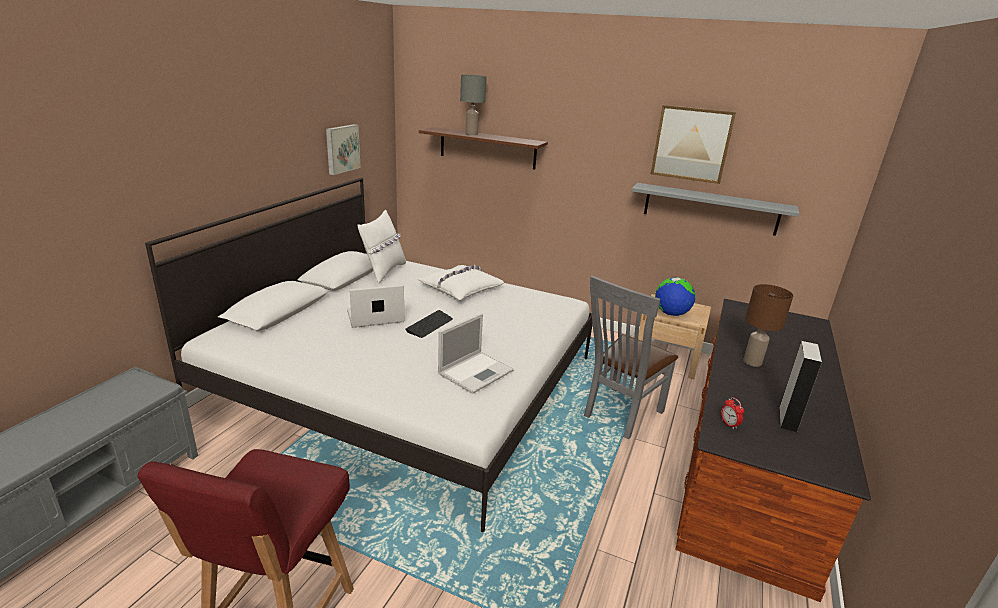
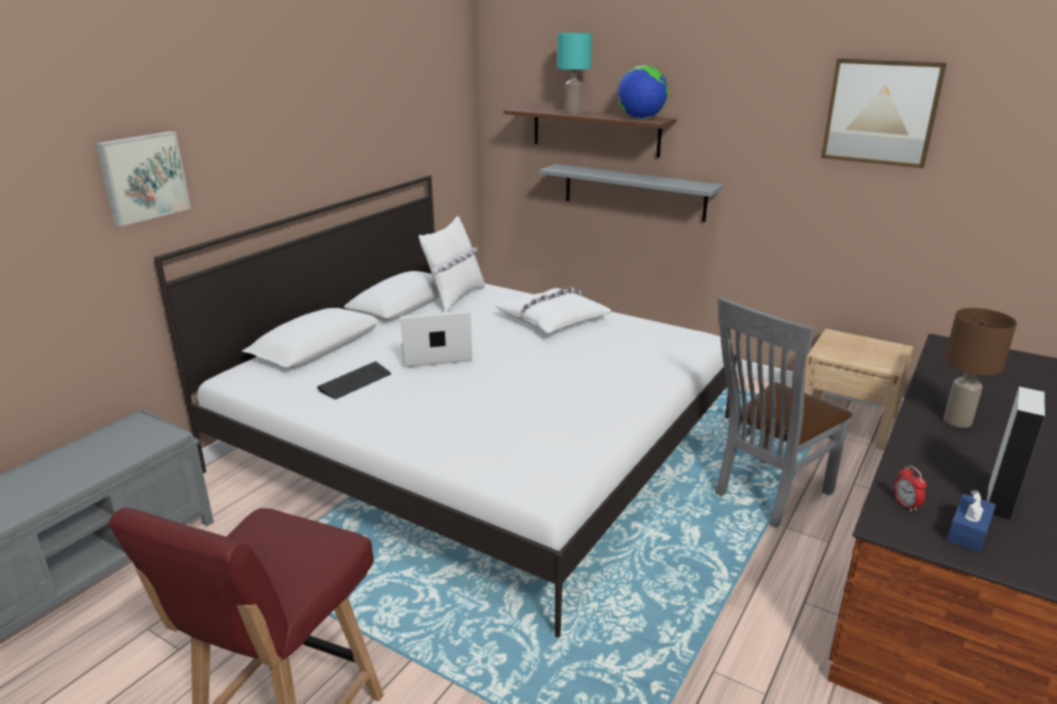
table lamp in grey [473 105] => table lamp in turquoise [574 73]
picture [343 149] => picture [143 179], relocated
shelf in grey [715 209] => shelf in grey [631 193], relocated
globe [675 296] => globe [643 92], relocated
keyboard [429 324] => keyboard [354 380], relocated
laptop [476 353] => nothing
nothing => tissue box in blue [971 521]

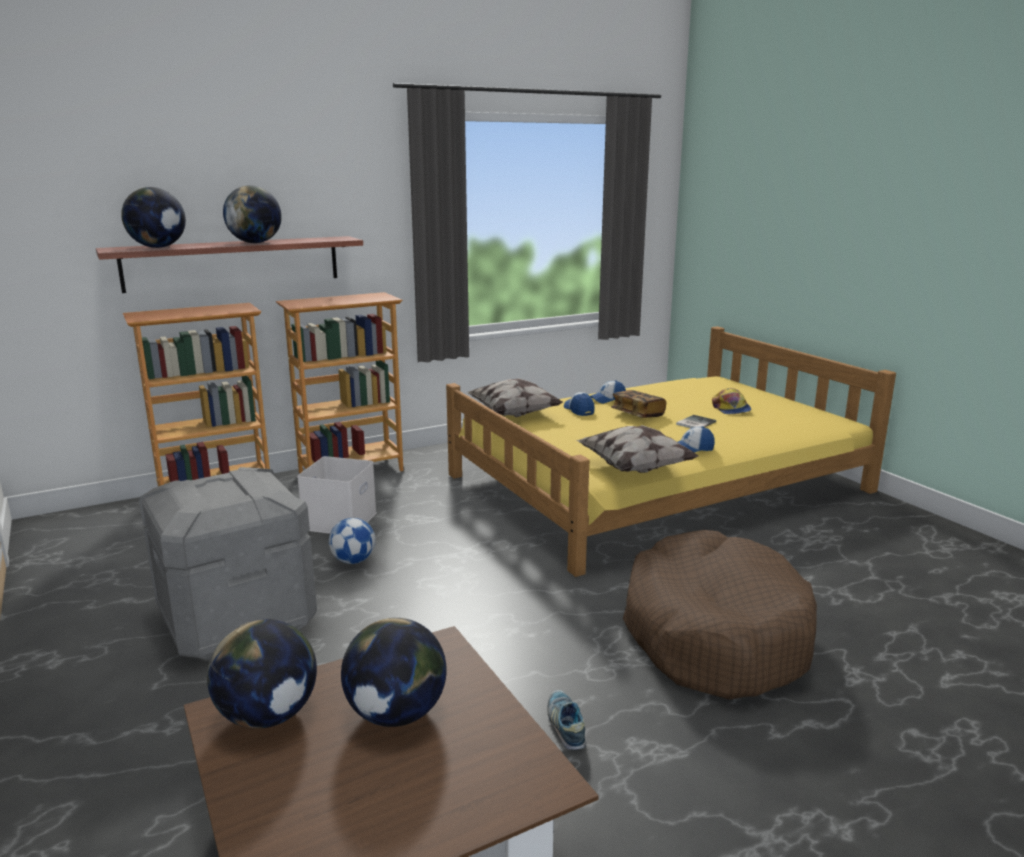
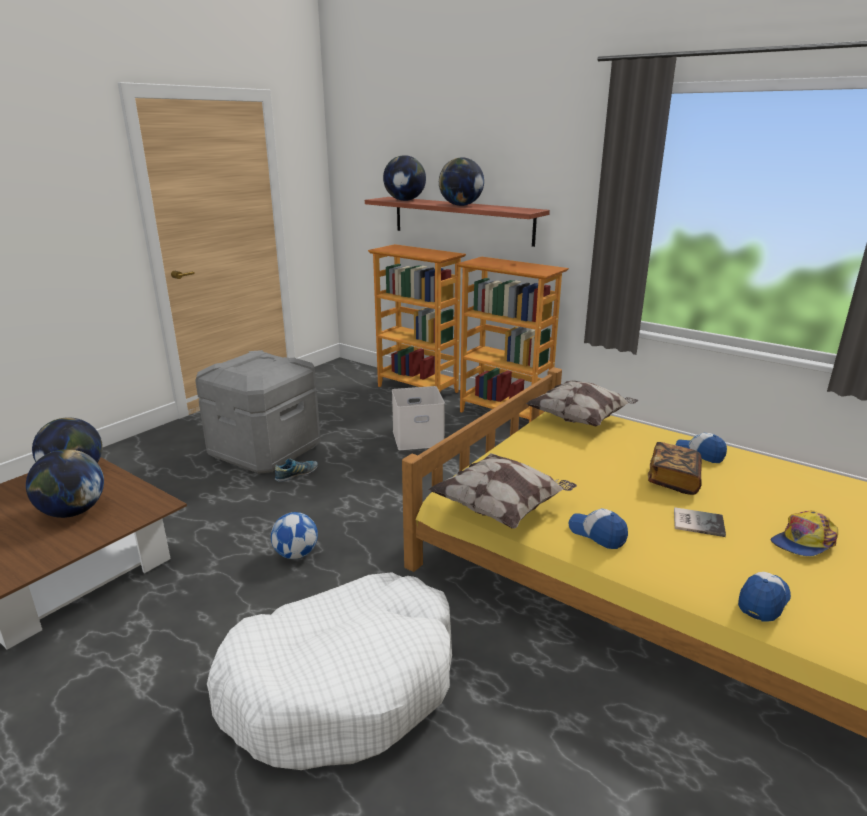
cap [579 404] => cap [764 597], relocated
football [352 541] => football [294 535], relocated
dog bed in brown [720 615] => dog bed in white [329 671]
shoe [566 720] => shoe [296 470], relocated

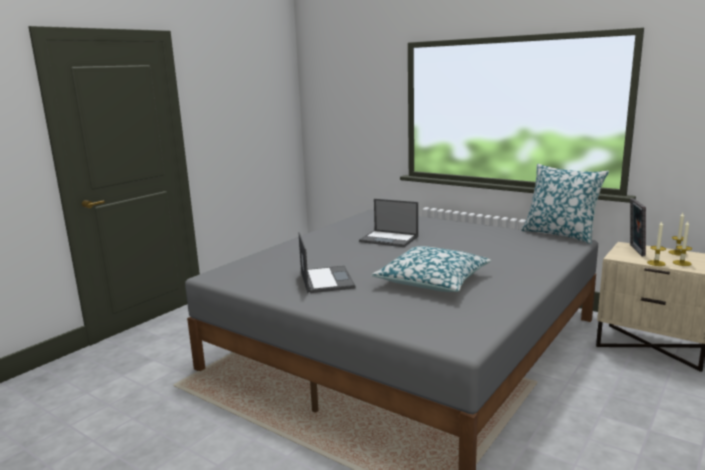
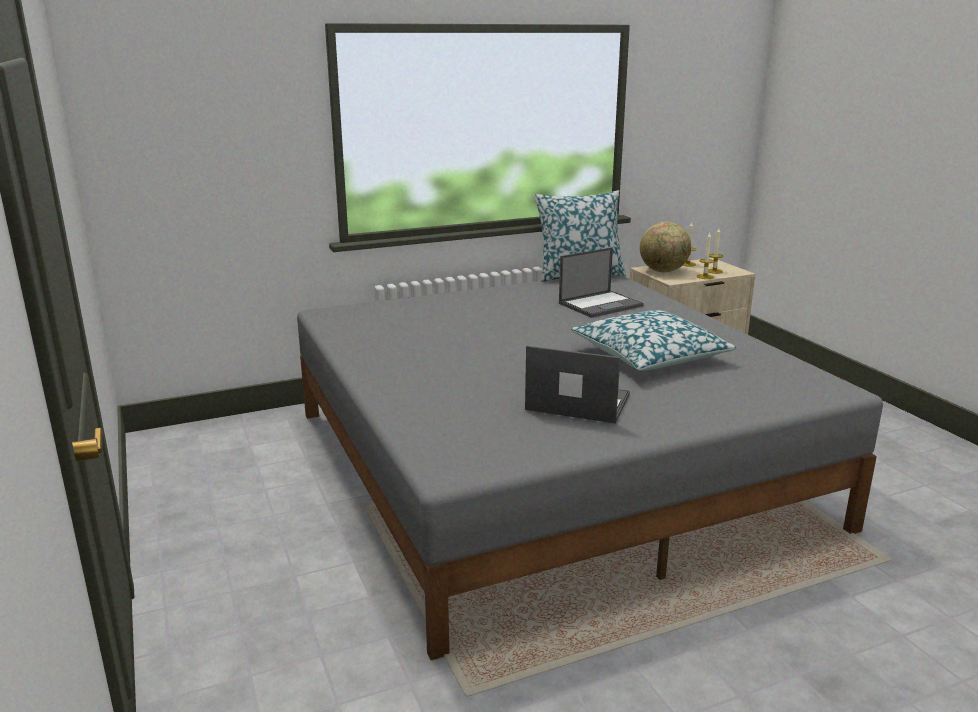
picture frame [638 227] => globe [665 247]
laptop [388 223] => laptop [601 282], relocated

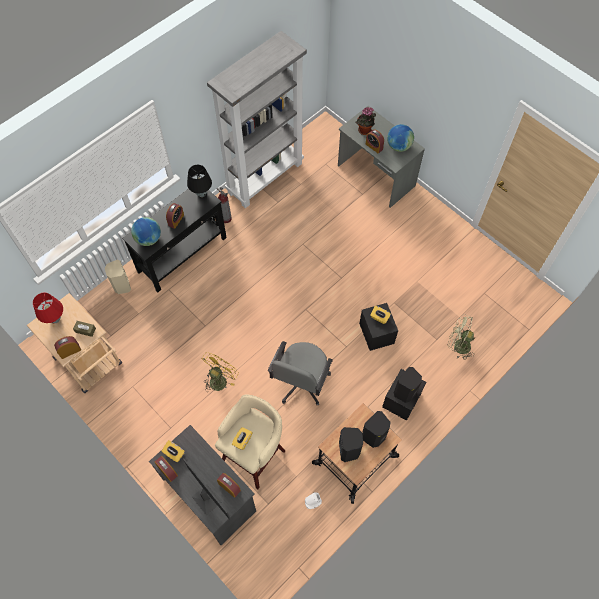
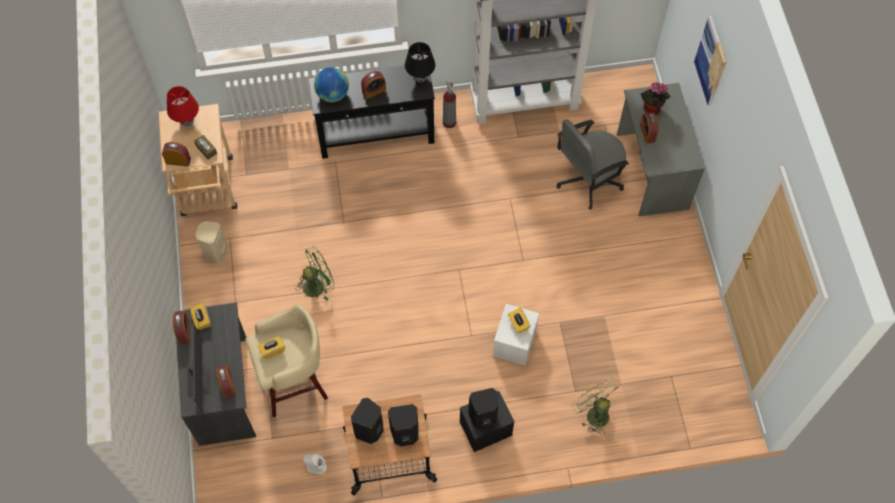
globe [400 138] => nothing
speaker in beige [118 277] => speaker in beige [211 242], relocated
storage box in black [378 327] => storage box in white [516 334]
office chair in grey [300 373] => office chair in grey [593 165], relocated
fan in yellow [220 372] => fan in green [315 274]
nothing => picture [710 61]

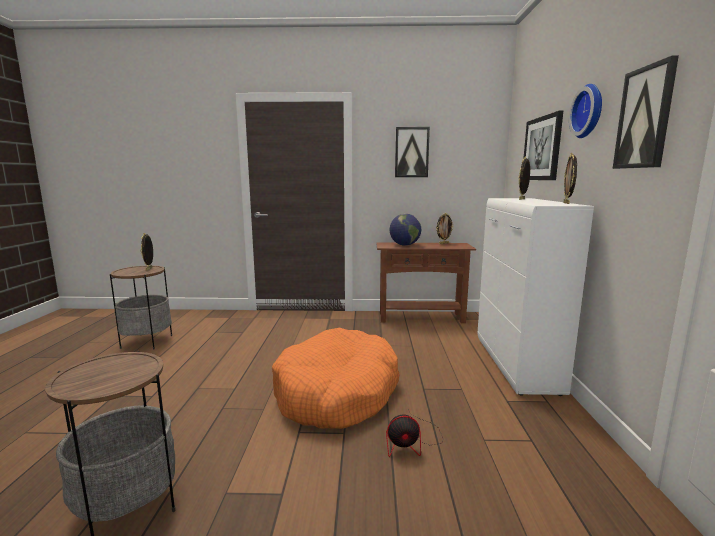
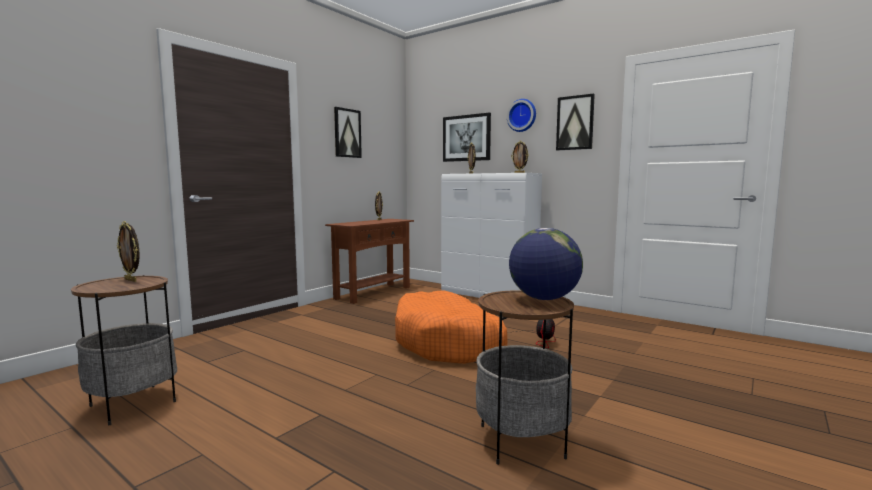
globe [405 230] => globe [546 264], relocated

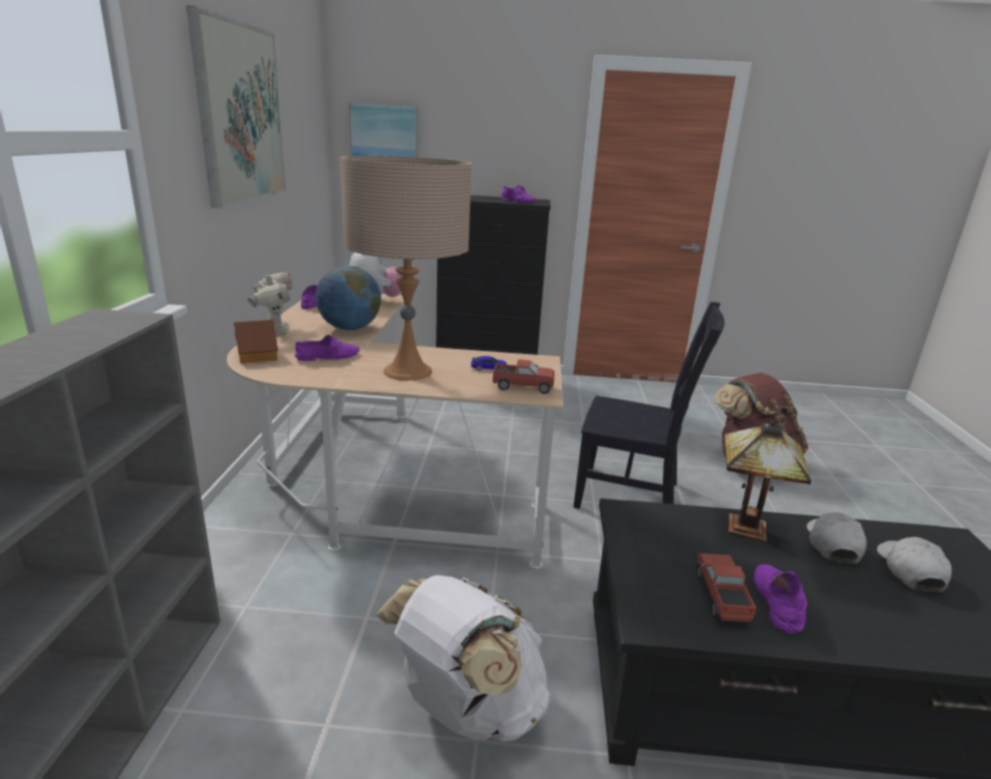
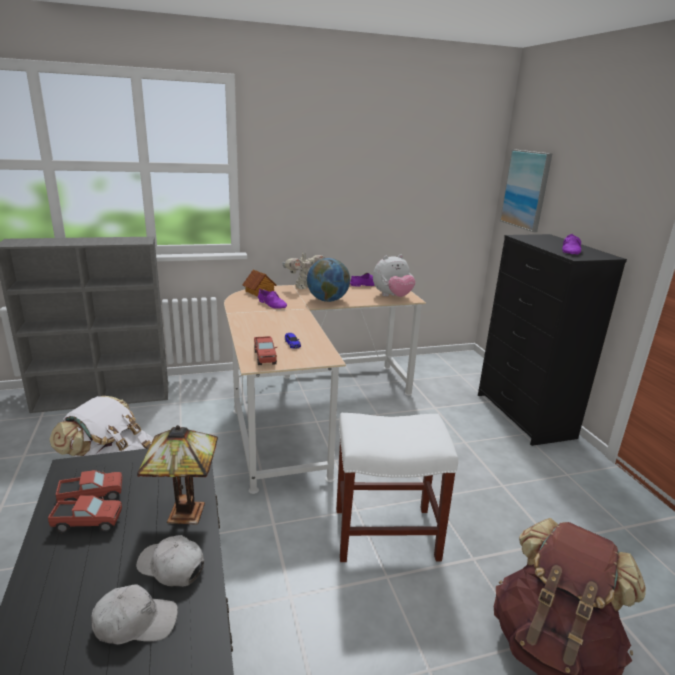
picture [236 106] => nothing
table lamp in beige [405 268] => nothing
chair in black [649 405] => stool in white [397 487]
cap in white [837 538] => cap in white [170 561], 150 degrees counterclockwise
shoe in purple [780 599] => toy truck [85 514]

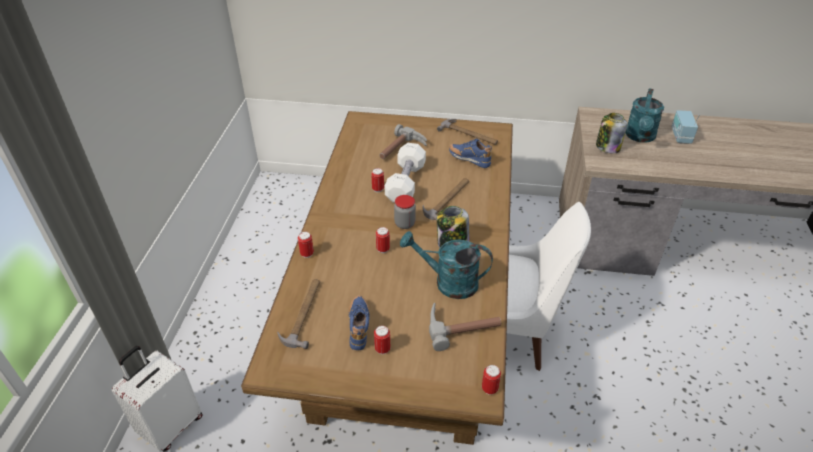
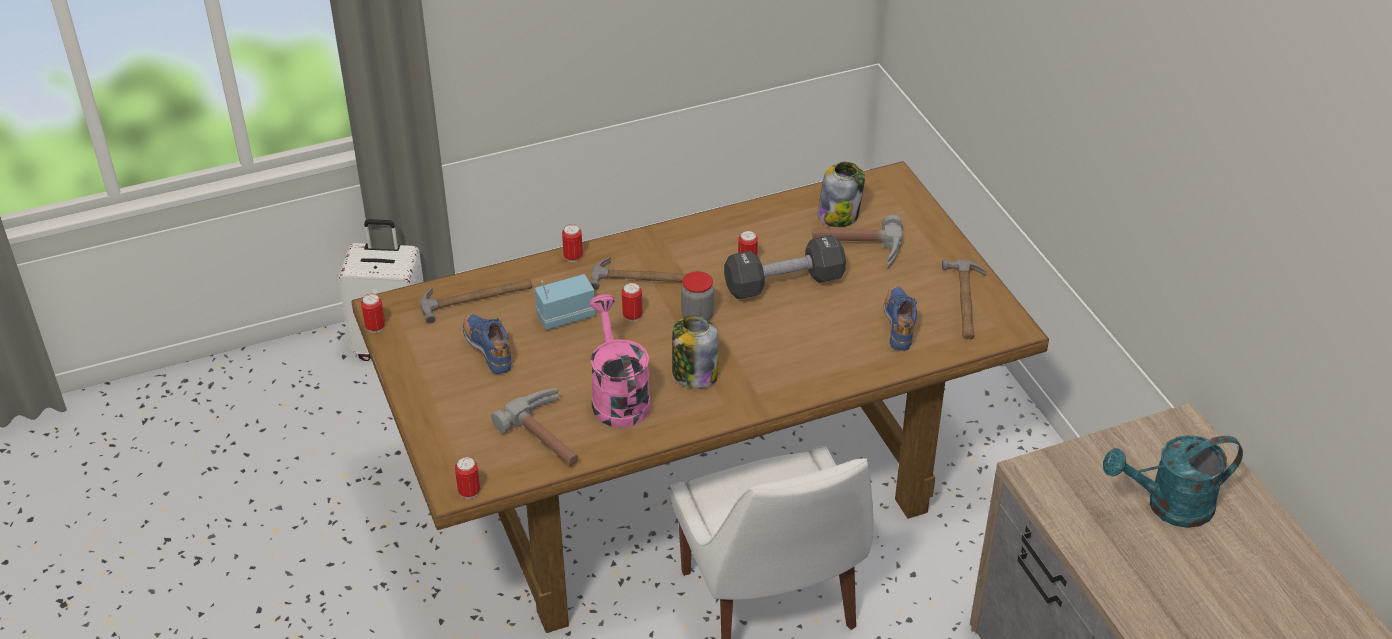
radio [685 127] => radio [565 302], relocated
jar [611 133] => jar [841 194], relocated
dumbbell in white [405 173] => dumbbell in black [785 267]
hammer [446 199] => hammer [638 273], relocated
watering can in turquoise [446 265] => watering can in pink [620 361]
shoe in blue [359 323] => shoe in blue [487 344], 90 degrees counterclockwise
can [382 339] => can [373 313], relocated

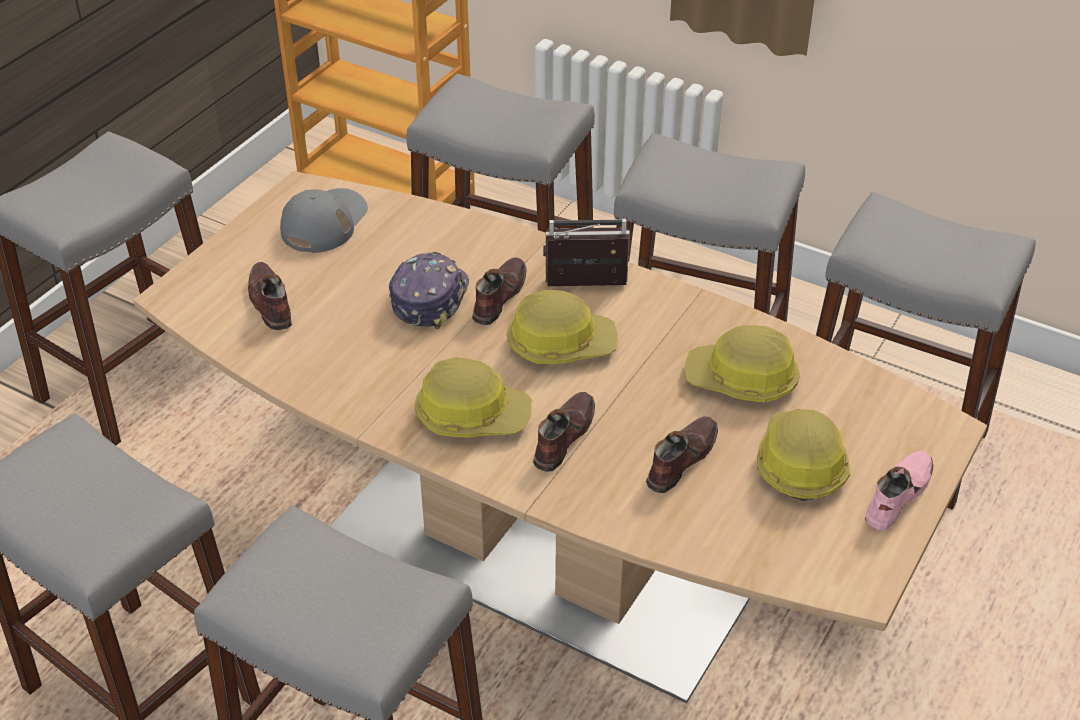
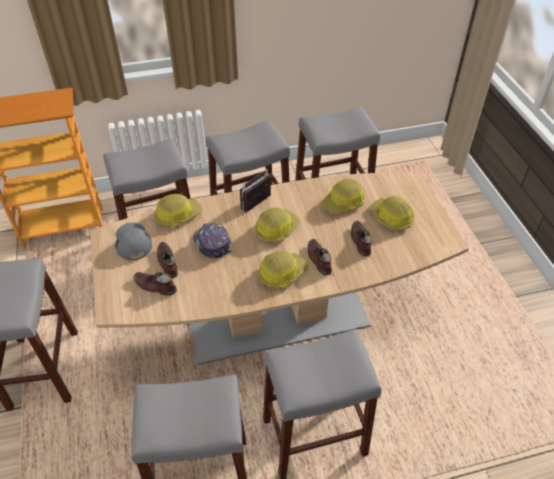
shoe in brown [499 291] => shoe in brown [167 260], relocated
shoe in pink [899 490] => nothing
nothing => hard hat [178 210]

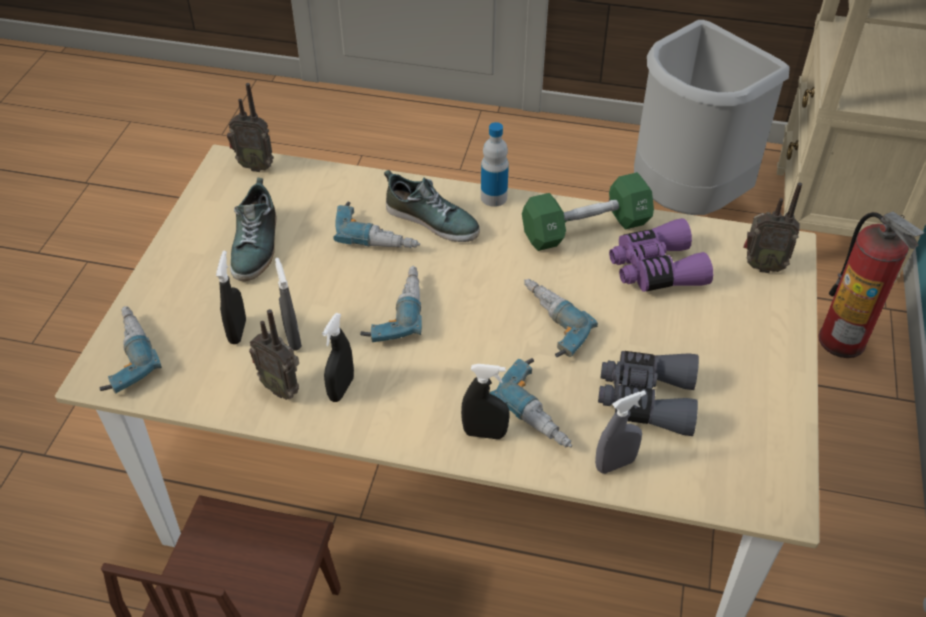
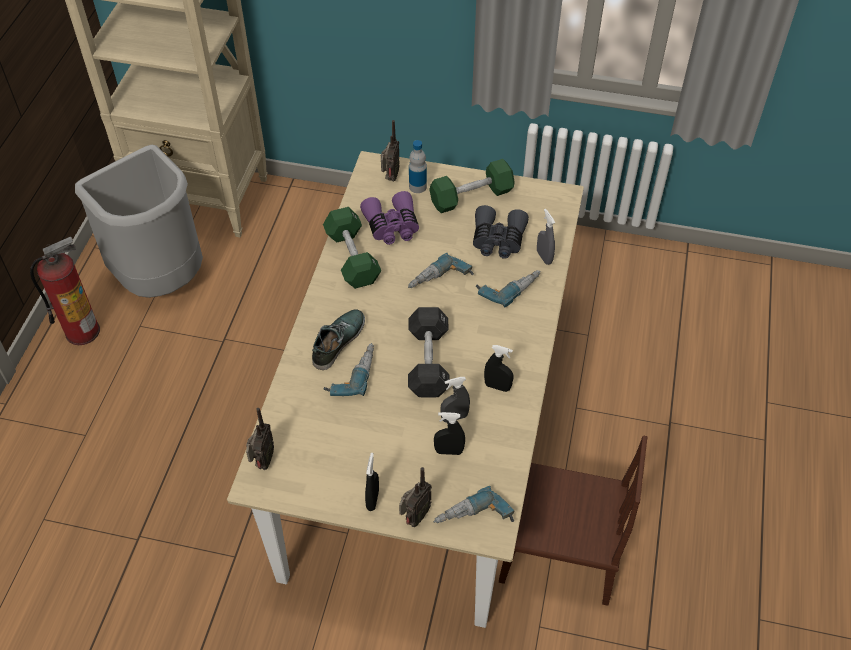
bottle [495 164] => bottle [418 166], relocated
shoe [253 229] => nothing
fire extinguisher [871 285] => fire extinguisher [65 290], relocated
power drill [391 304] => dumbbell in black [429 352]
radio [274 354] => radio [415 497], relocated
spray bottle in black [485 401] => spray bottle in black [372 482], relocated
nothing => dumbbell in green [472 186]

